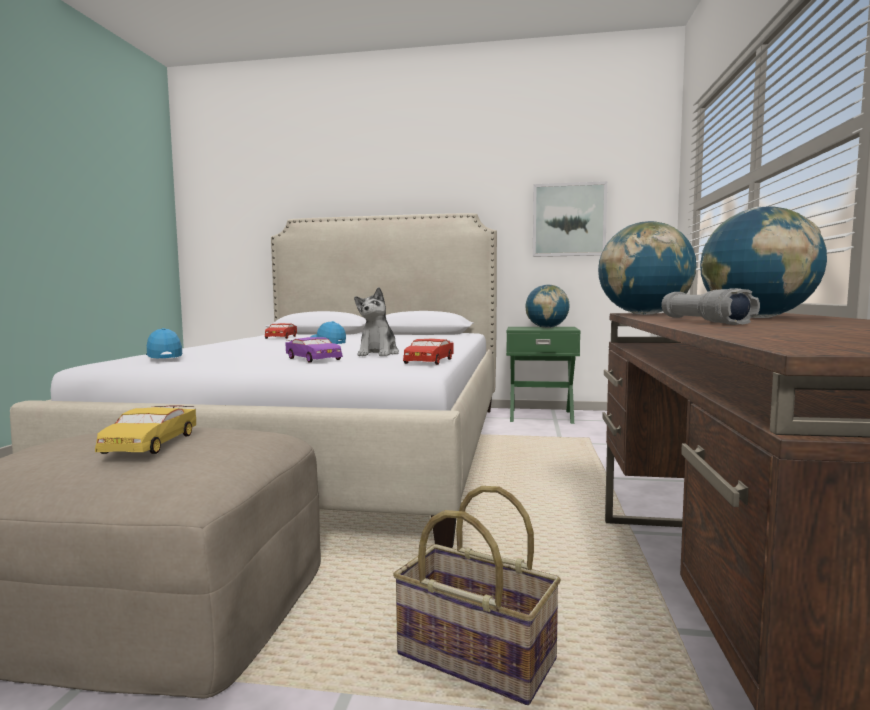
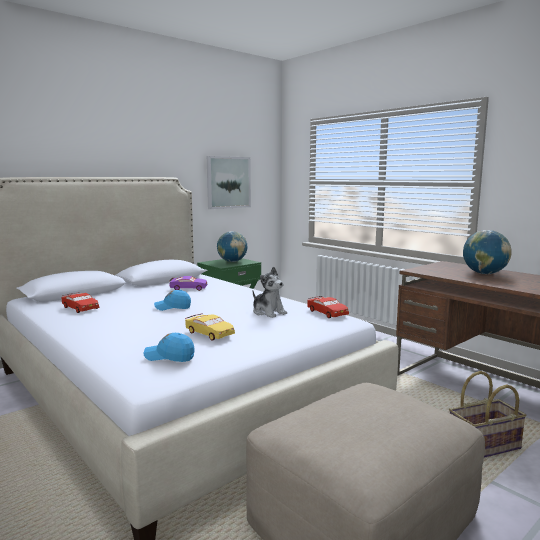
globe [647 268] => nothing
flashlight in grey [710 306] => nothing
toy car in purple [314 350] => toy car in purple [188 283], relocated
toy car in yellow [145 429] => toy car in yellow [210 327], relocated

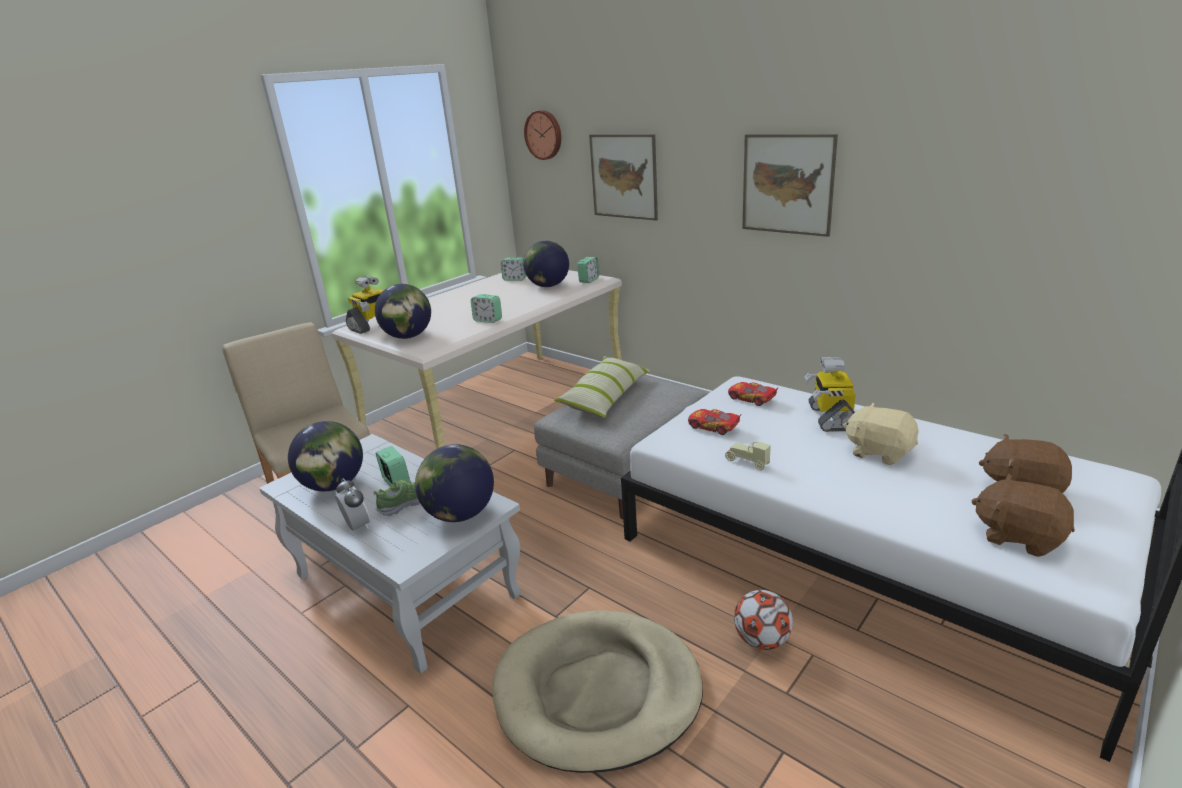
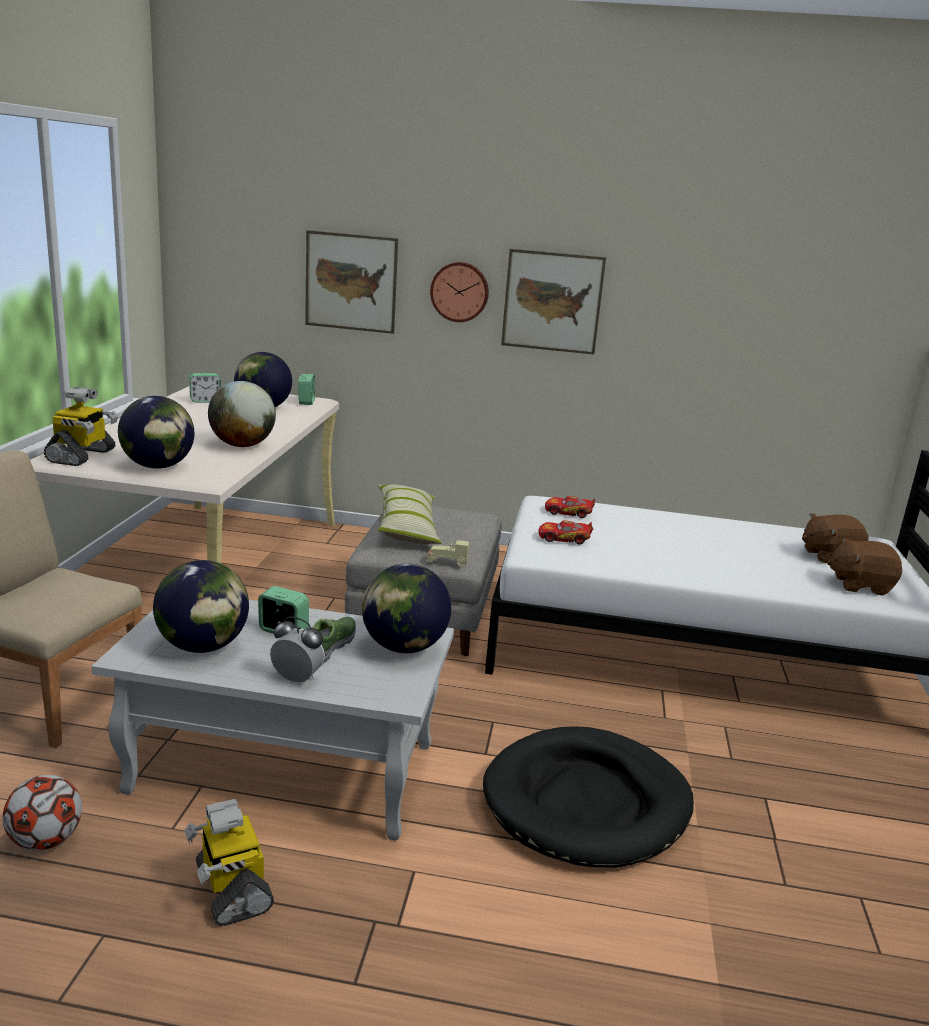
wall clock [542 135] => wall clock [459 292], relocated
alarm clock [486 308] => globe [242 414]
toy robot [830 394] => toy robot [229 862], relocated
plush toy in beige [881 434] => nothing
toy car in beige [748 456] => toy car in beige [447 553], relocated
football [763 620] => football [42 812], relocated
dog bed in beige [597 691] => dog bed in black [588 797]

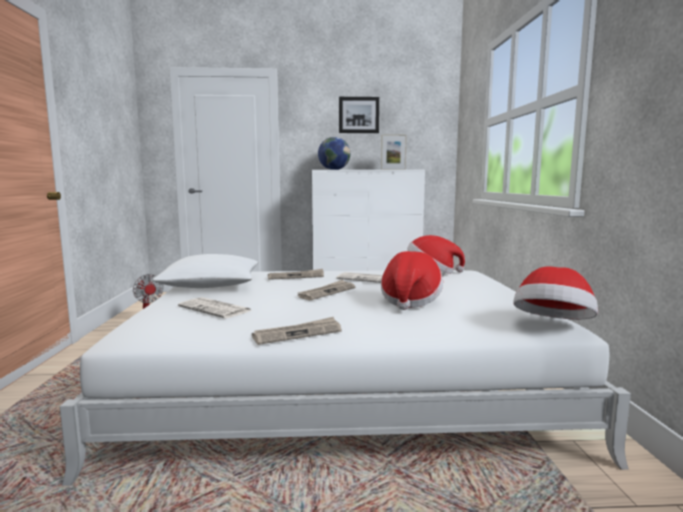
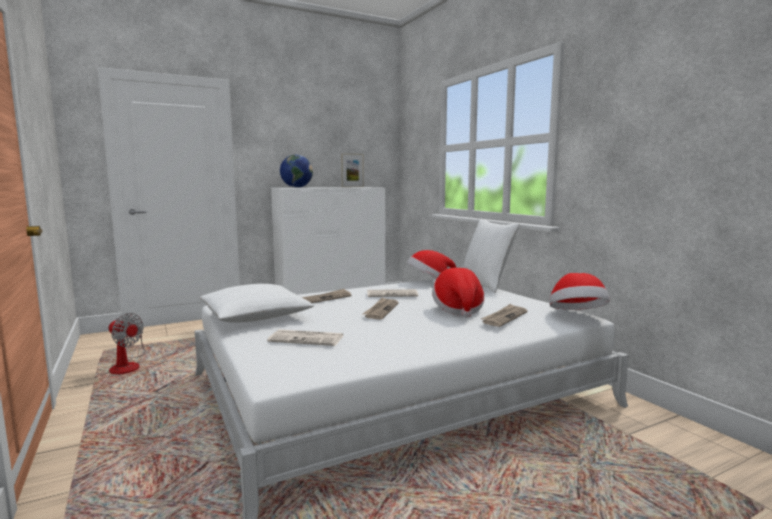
picture [359 115] => nothing
newspaper [297 331] => newspaper [504 315], relocated
nothing => pillow in white [491 255]

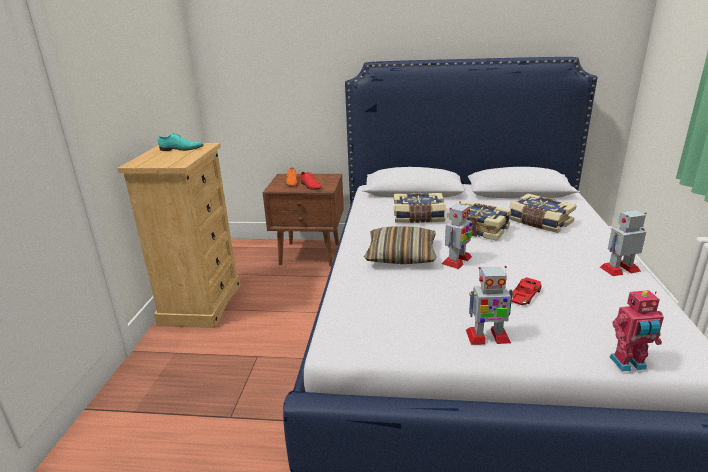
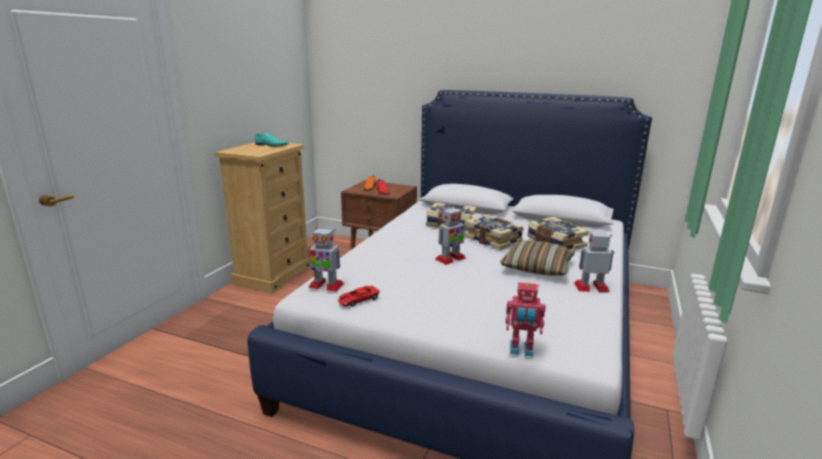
pillow [400 245] => pillow [537 257], relocated
toy robot [490 305] => toy robot [326 259], relocated
toy car in red [527 291] => toy car in red [358 296], relocated

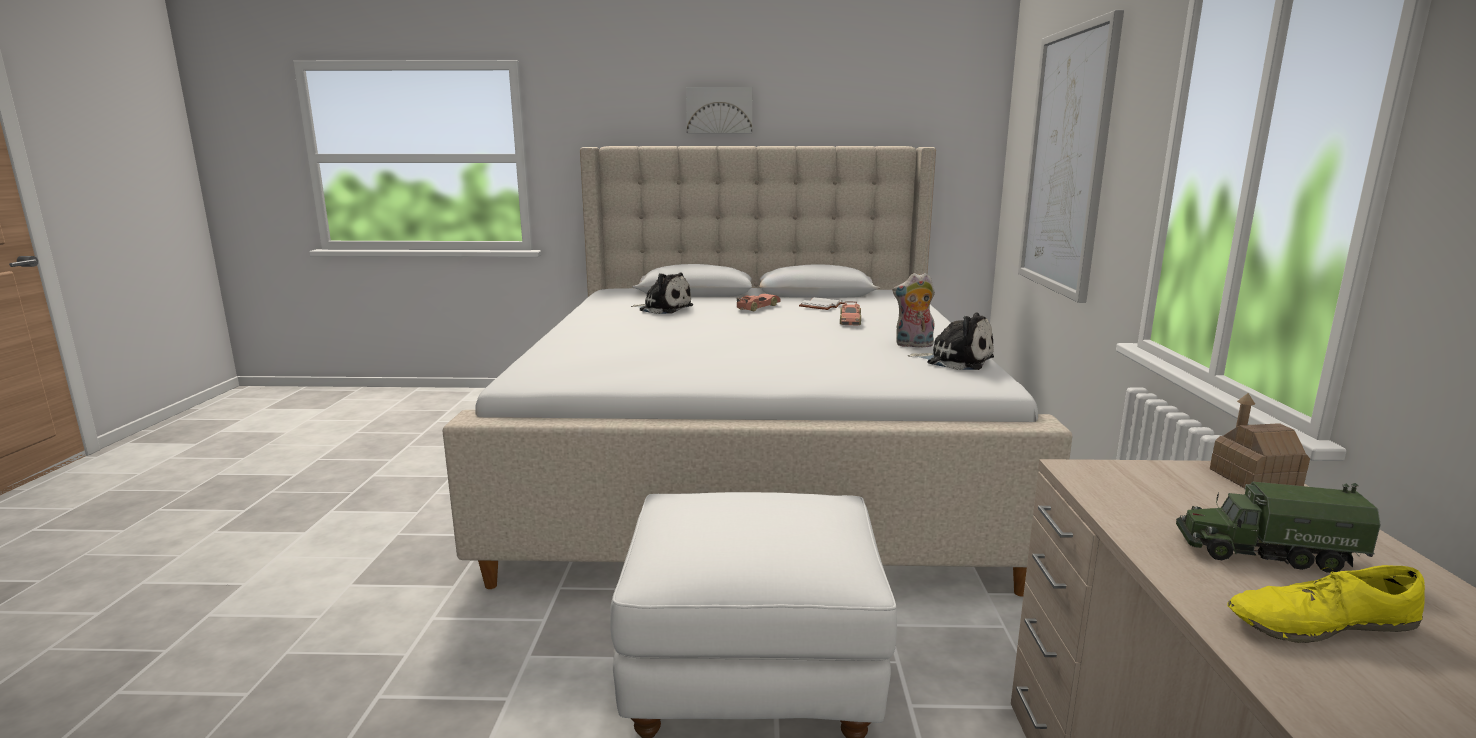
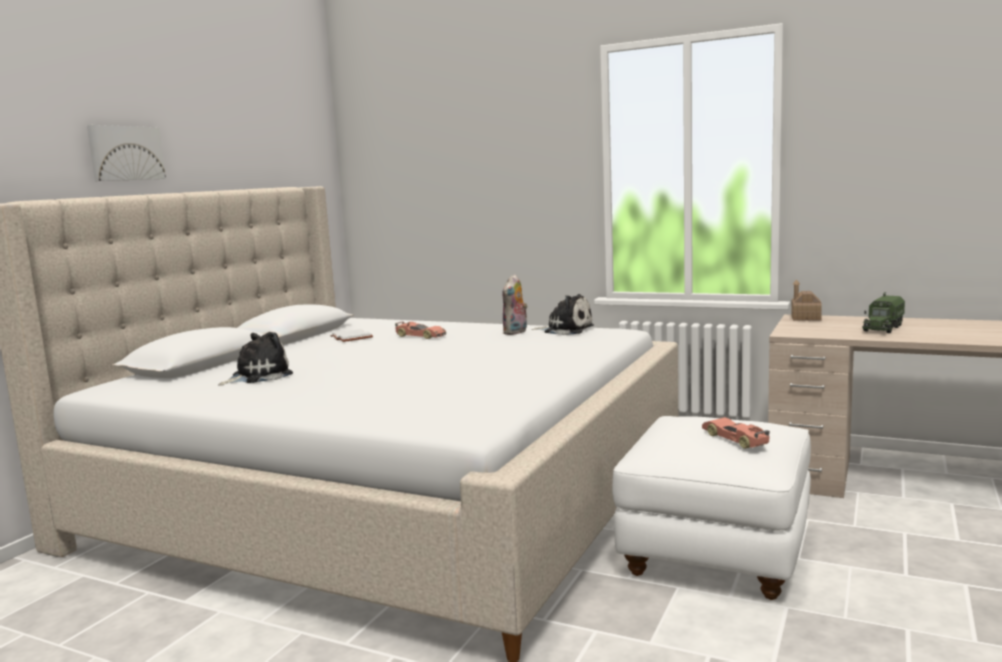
picture [1071 156] => nothing
toy car [759 302] => toy car [736 433], relocated
plush toy [951 341] => plush toy [563 314], 60 degrees clockwise
shoe in yellow [1326 604] => nothing

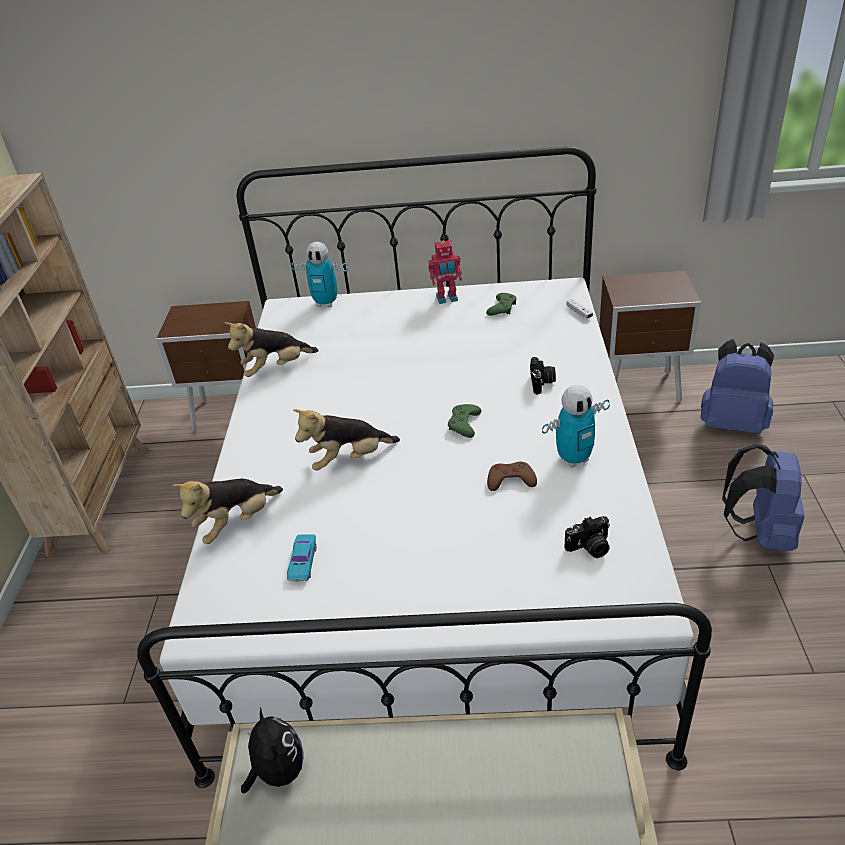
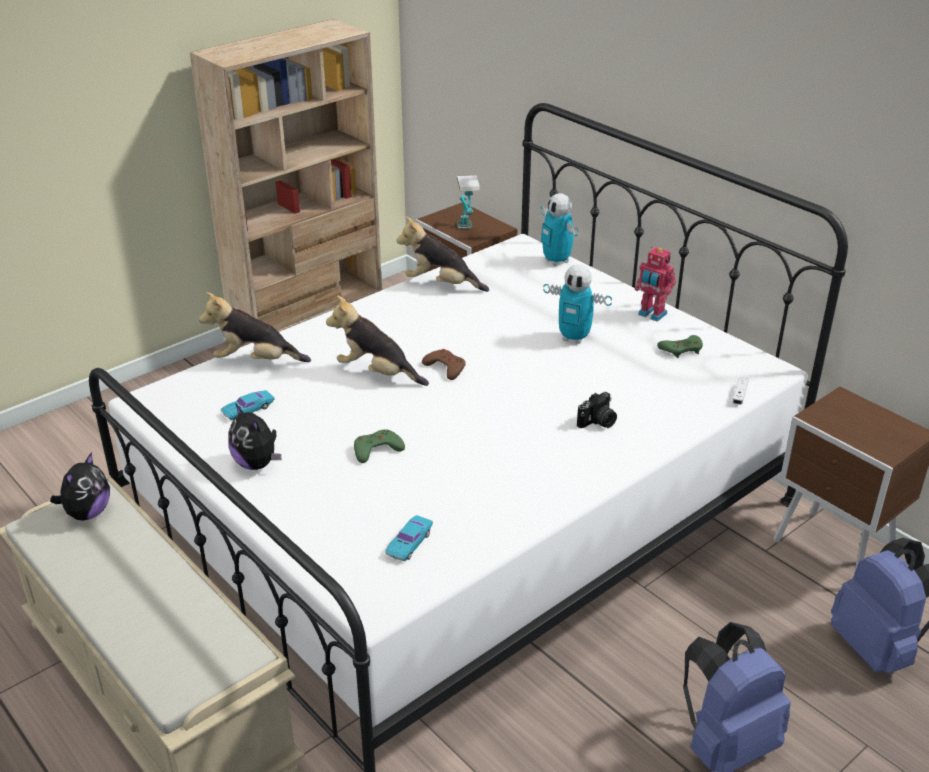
toy robot [576 426] => toy robot [577 304], relocated
game controller in green [464 421] => game controller in green [379 446], relocated
game controller in brown [512 476] => game controller in brown [444 364], relocated
photo camera [587 537] => toy car in turquoise [409 538]
nothing => table lamp [468 202]
nothing => plush toy [254 437]

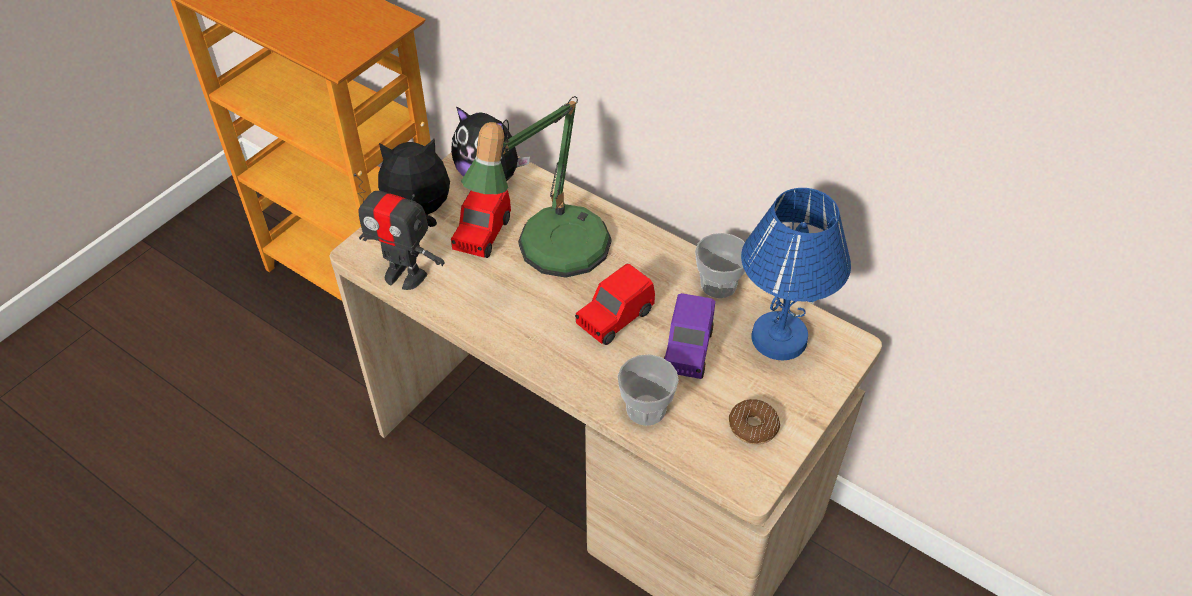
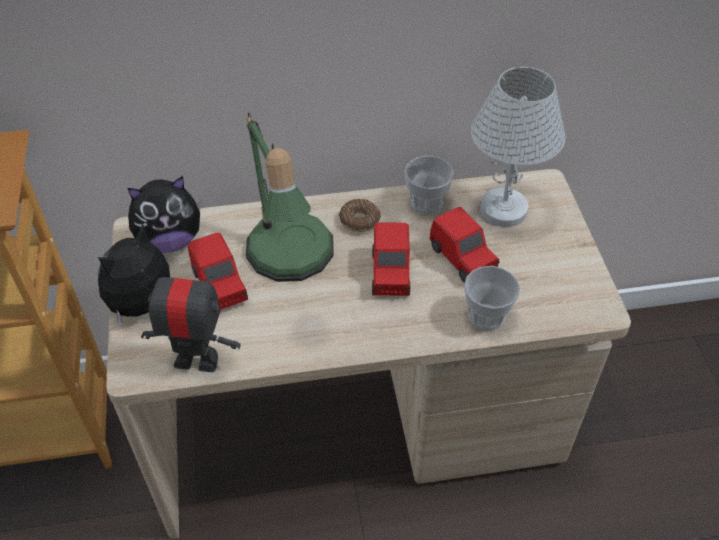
toy robot [399 232] => toy robot [190 320], 150 degrees counterclockwise
table lamp in blue [796 274] => table lamp in white [518 147]
toy car in purple [689 336] => toy car in red [465 245]
donut [754 422] => donut [360 215], relocated

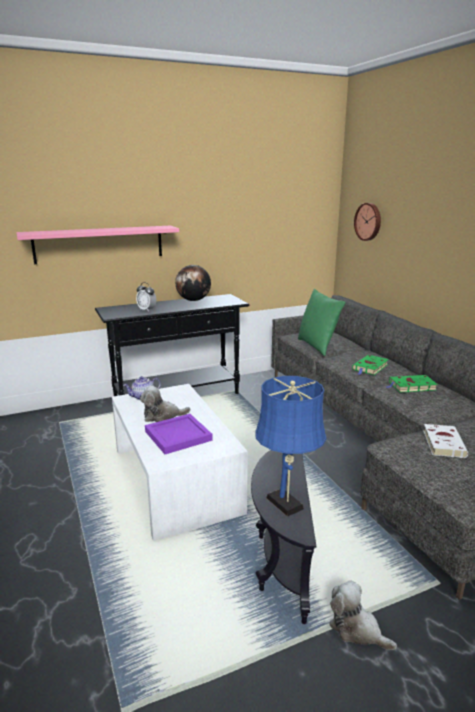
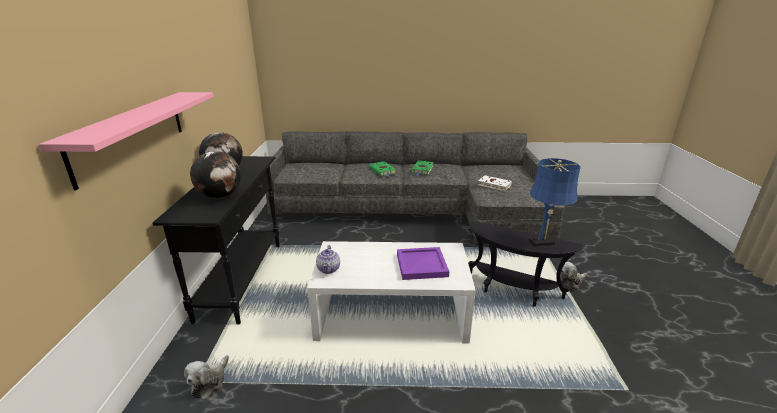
wall clock [367 222] => nothing
alarm clock [146 297] => globe [215 174]
pillow in green [321 322] => nothing
plush toy [165 404] => plush toy [206 377], relocated

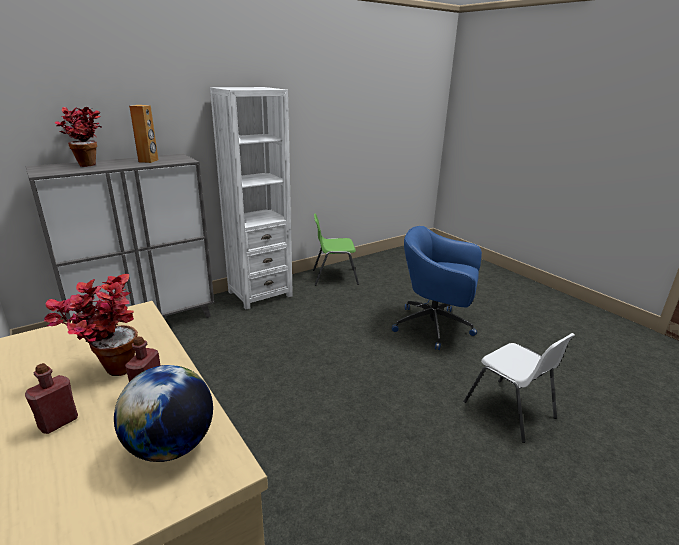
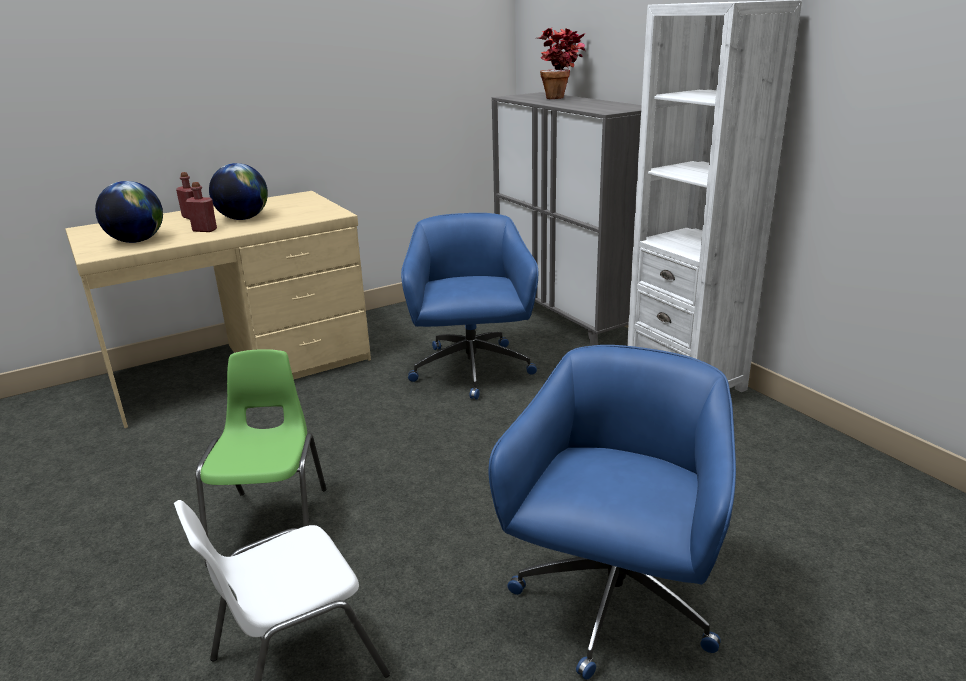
speaker in brown [144 134] => nothing
chair in green [336 249] => chair in green [261 458], relocated
potted plant [91 325] => globe [238 191]
nothing => office chair in blue [469 306]

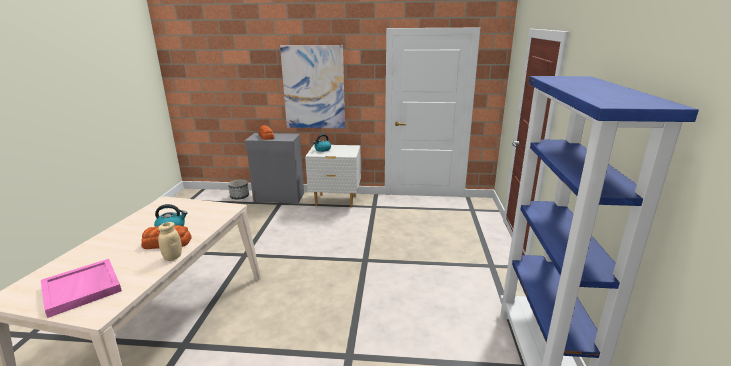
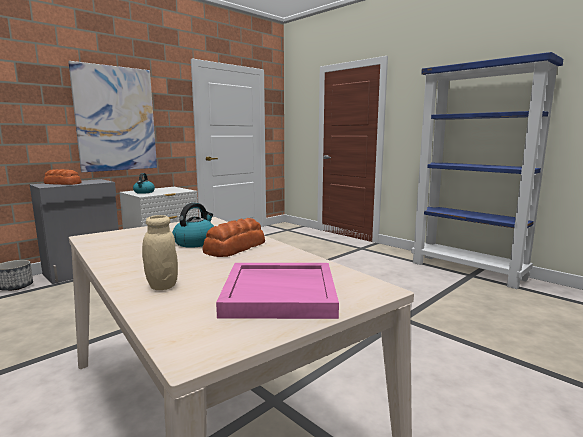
jar in beige [170 241] => jar in beige [160 252], relocated

